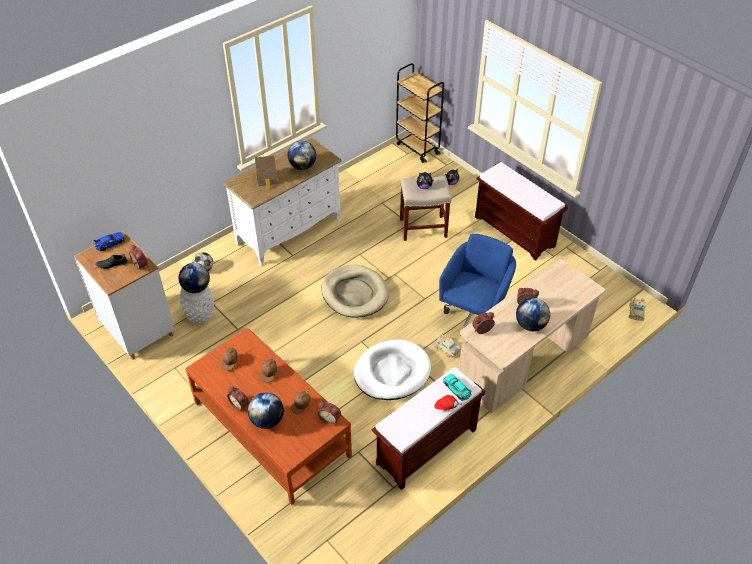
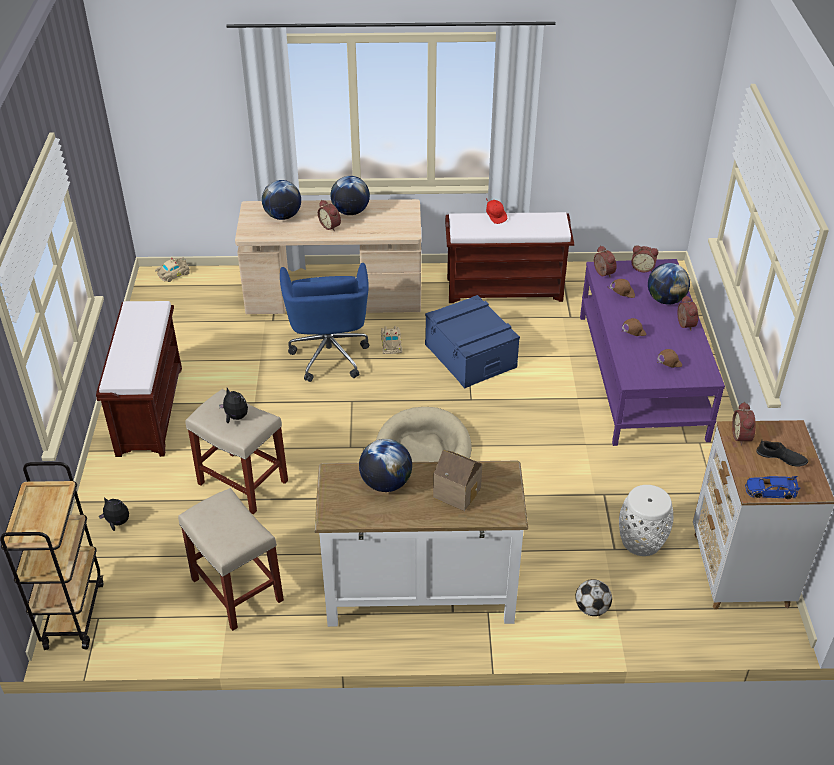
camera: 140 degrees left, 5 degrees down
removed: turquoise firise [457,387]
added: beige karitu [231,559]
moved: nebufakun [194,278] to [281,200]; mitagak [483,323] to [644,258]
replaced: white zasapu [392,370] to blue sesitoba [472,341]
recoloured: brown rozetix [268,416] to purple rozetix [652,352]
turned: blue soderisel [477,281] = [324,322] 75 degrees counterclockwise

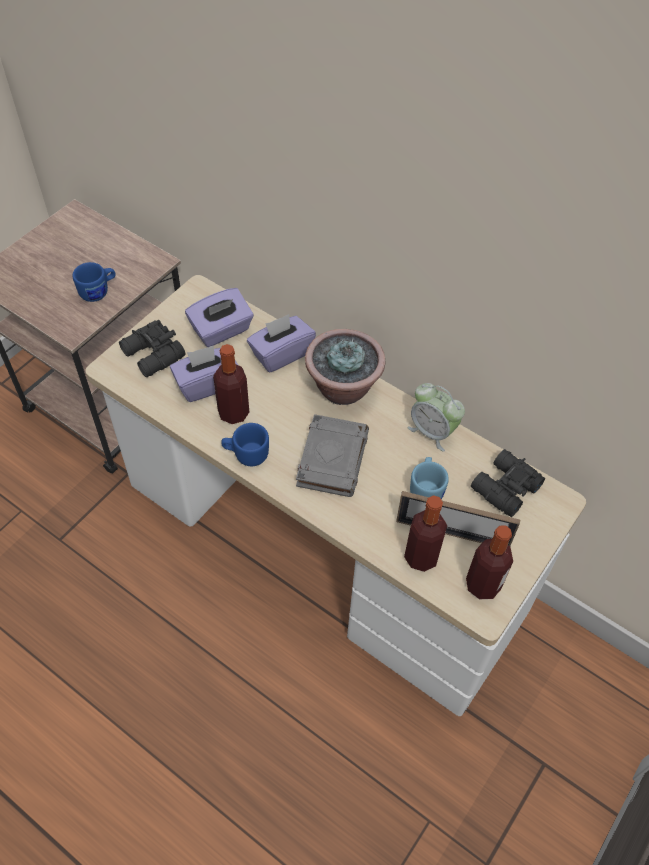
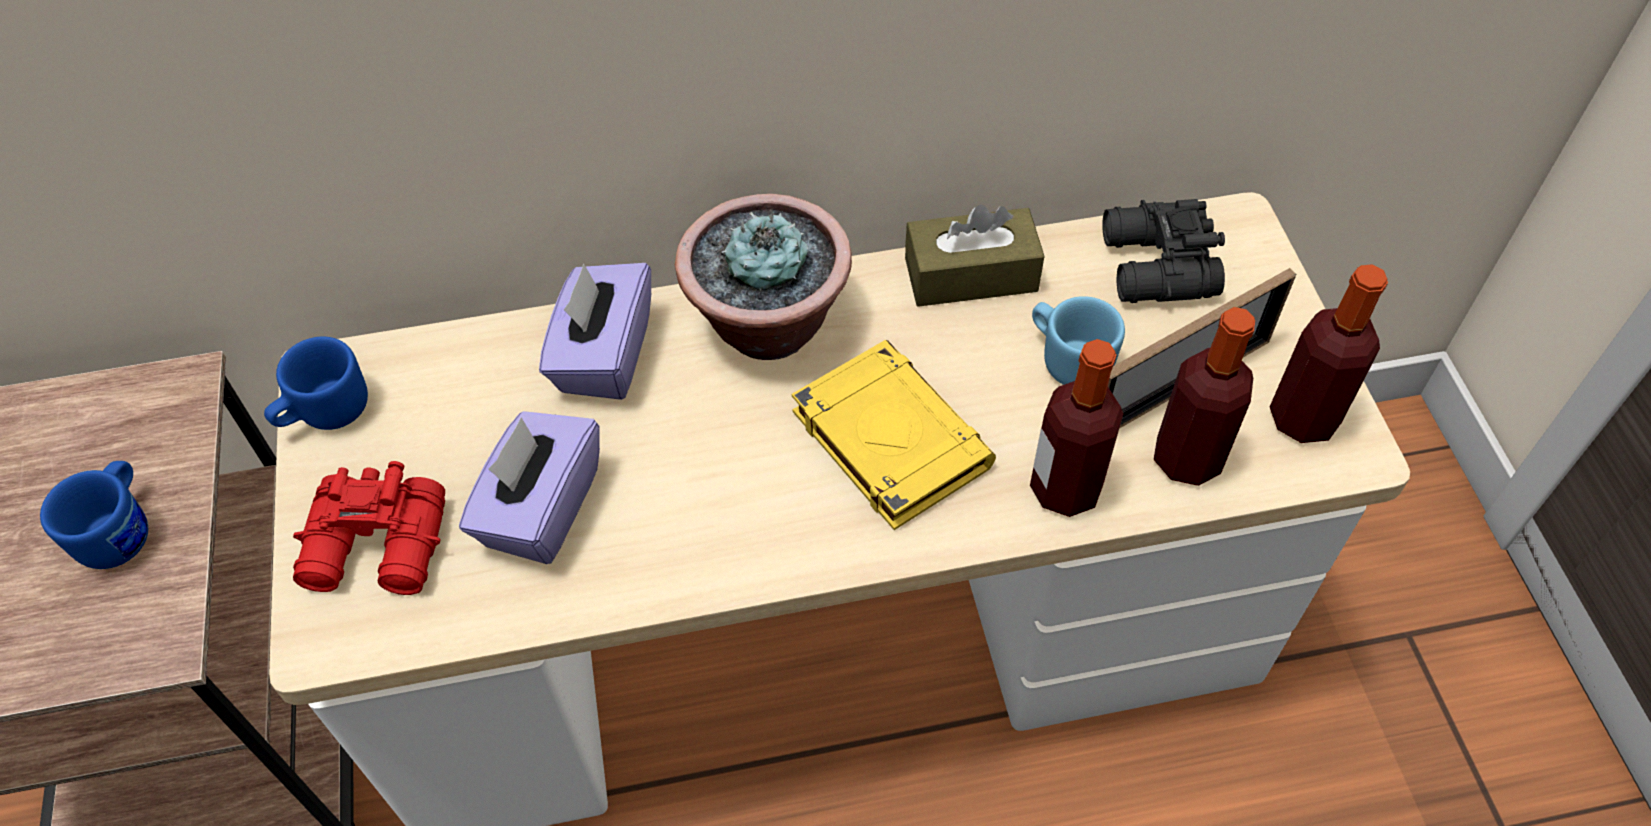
camera: 45 degrees left, 0 degrees up
removed: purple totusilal [219,317]
moved: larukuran [231,384] to [1076,428]; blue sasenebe [245,444] to [316,383]
replaced: mitagak [436,417] to brown totusilal [974,255]
recoloured: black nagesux [152,348] to red nagesux [369,528]; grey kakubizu [332,455] to yellow kakubizu [894,435]

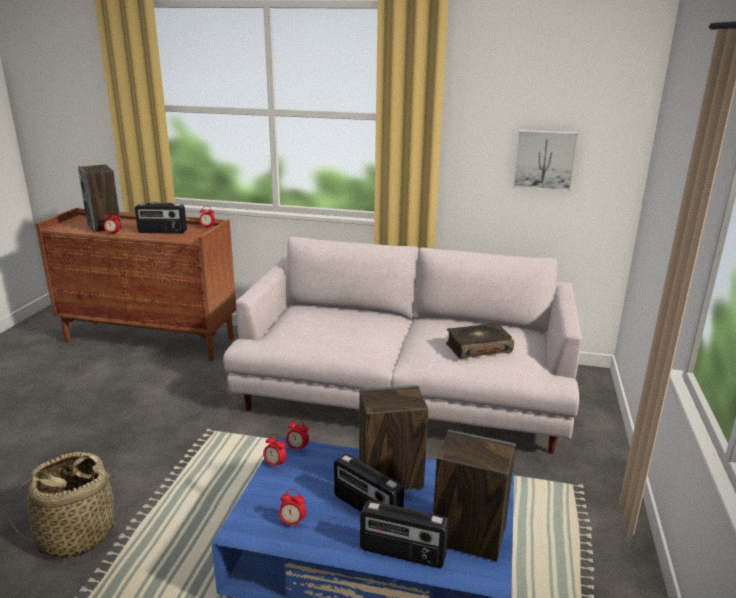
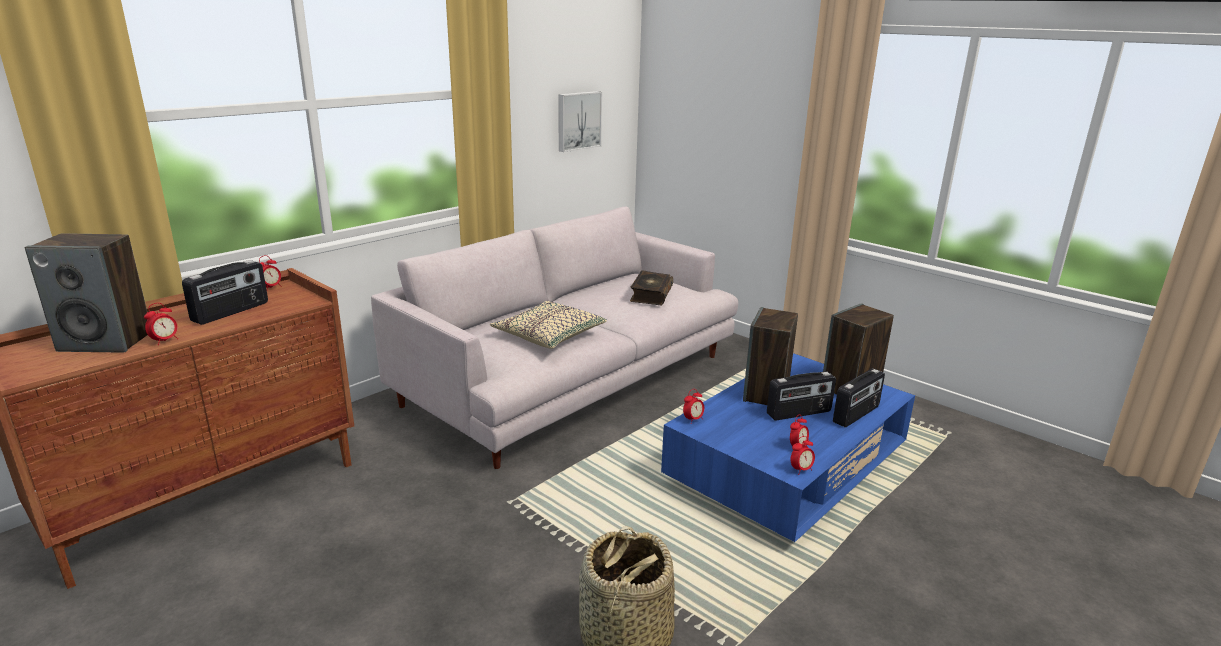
camera: 60 degrees left, 0 degrees up
added: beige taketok [548,325]
moved: mitagak [274,452] to [803,455]

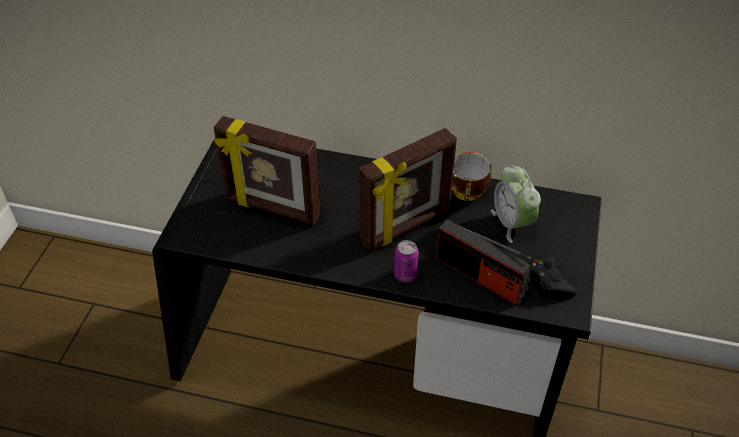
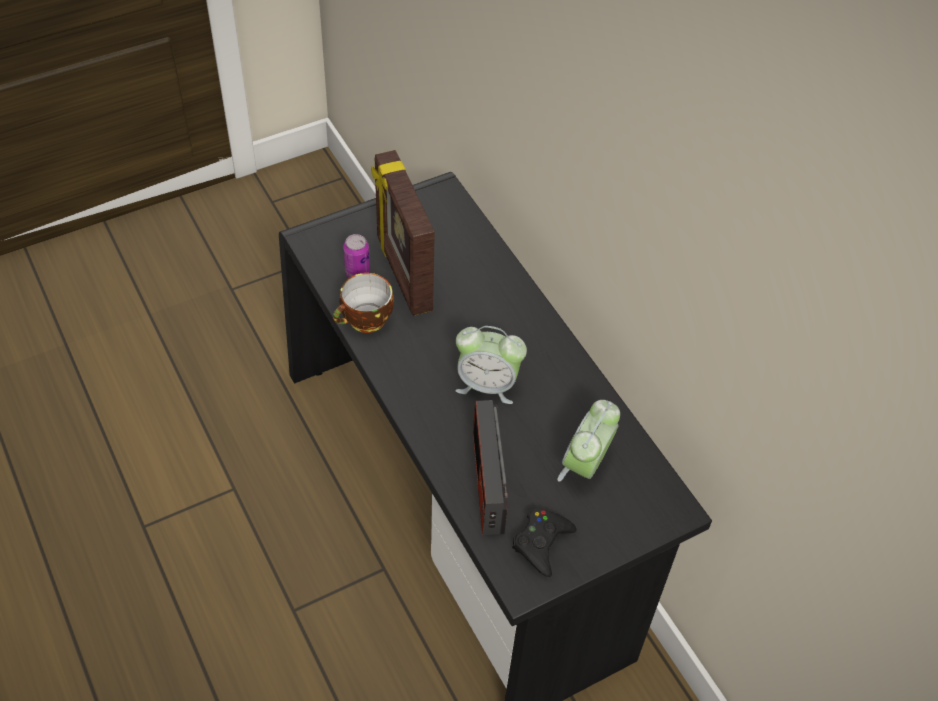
camera: 45 degrees right, 5 degrees up
moved: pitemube [471,176] to [363,303]; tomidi [406,261] to [356,256]
replaced: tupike [408,189] to mitagak [491,365]

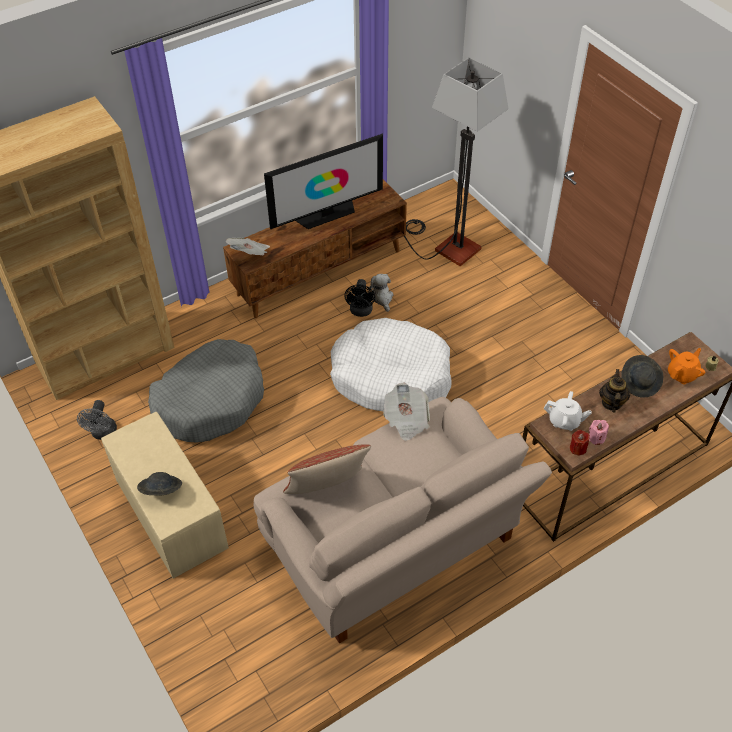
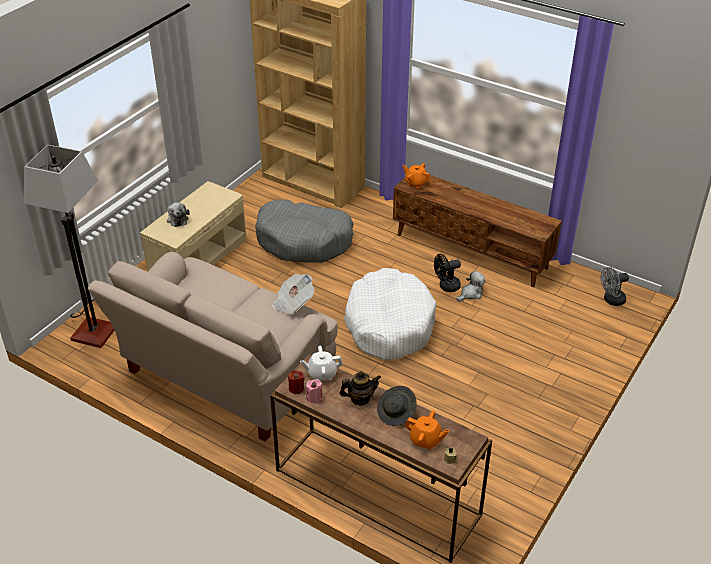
camera: 65 degrees right, 10 degrees down
removed: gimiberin [323,181]; taketok [327,469]
moved: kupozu [456,161] to [69,246]; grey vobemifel [97,420] to [615,286]
replaced: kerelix [248,247] to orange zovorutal [416,175]; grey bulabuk [159,484] to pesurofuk [178,214]
turned: white zovorutal [568,411] = [321,363] 90 degrees clockwise

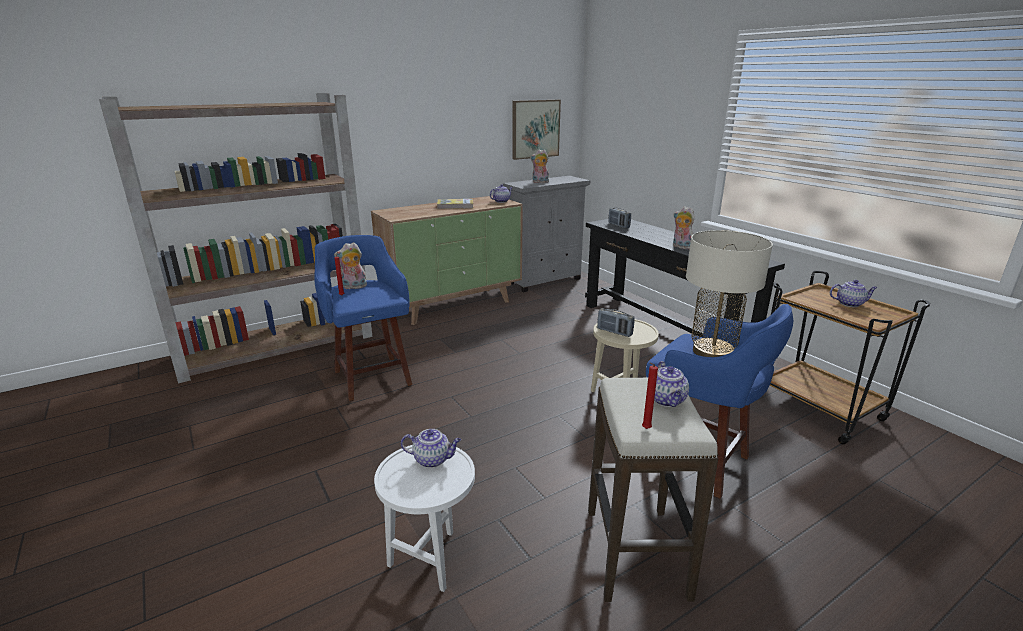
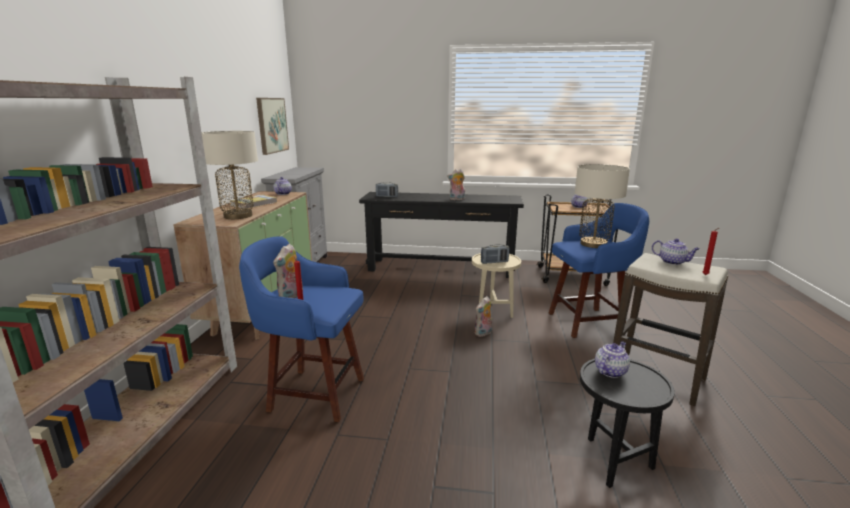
camera: 50 degrees left, 5 degrees down
added: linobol [229,175]
moved: pesurofuk [539,166] to [484,316]
recoloured: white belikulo [424,518] to black belikulo [627,423]

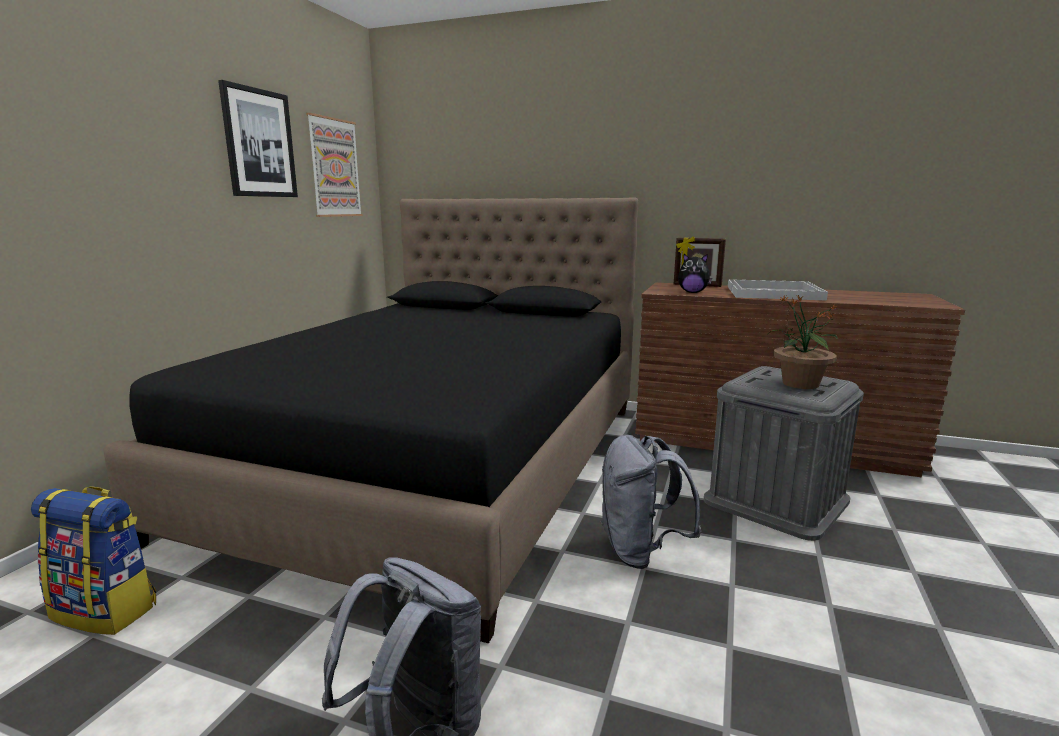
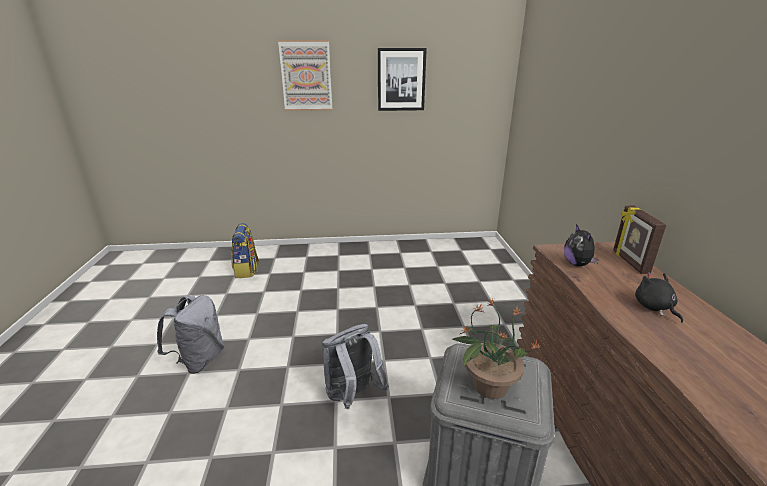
camera: 65 degrees right, 10 degrees up
removed: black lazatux [370,420]
moved: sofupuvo [334,165] to [305,75]
replaced: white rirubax [778,290] to black pesurofuk [659,297]

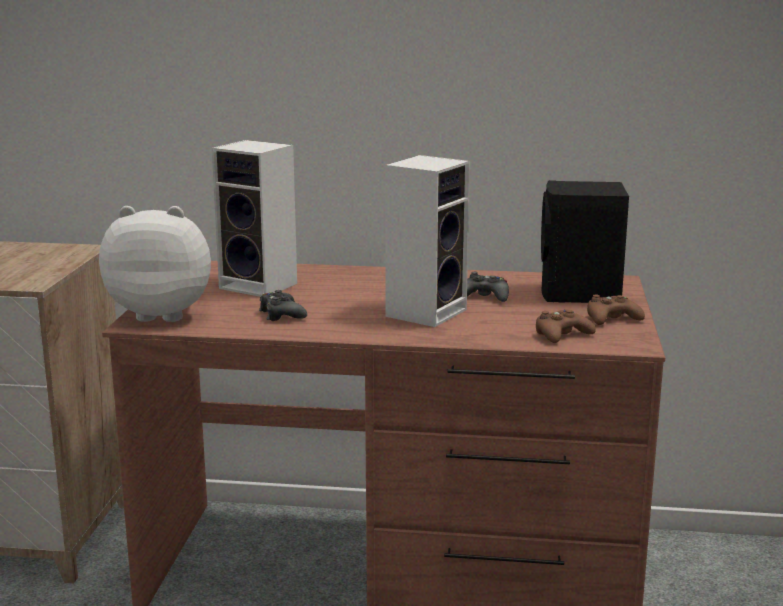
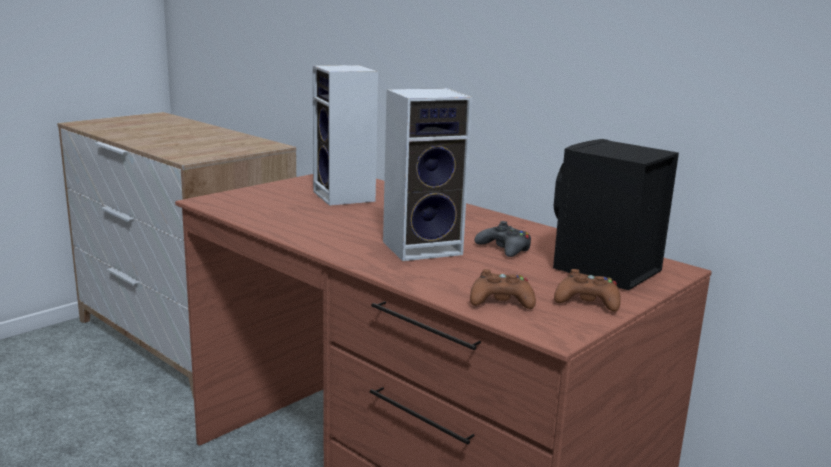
camera: 35 degrees right, 0 degrees up
removed: pesurofuk [155,264]; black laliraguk [283,305]

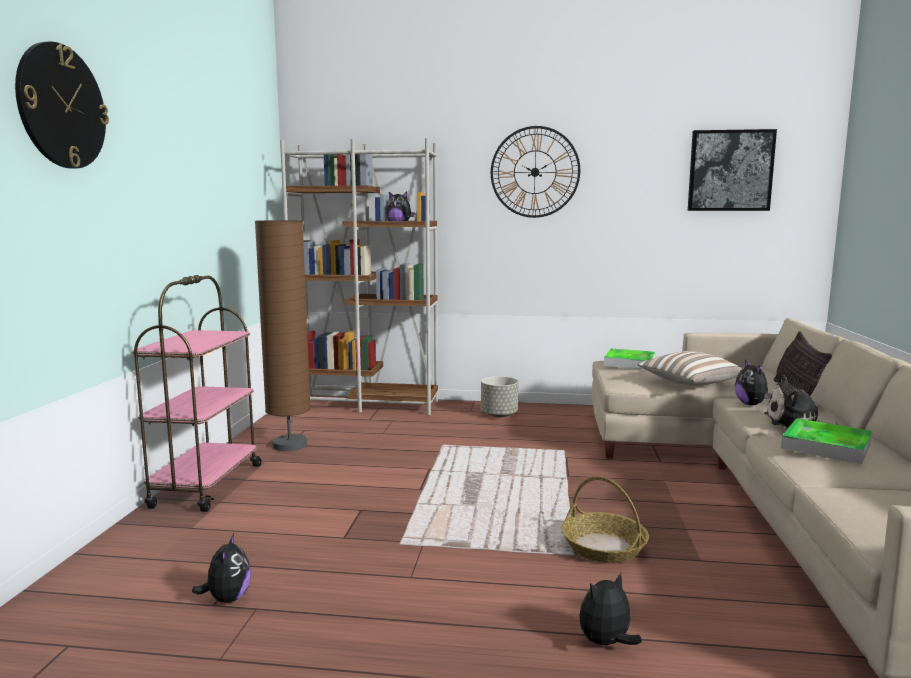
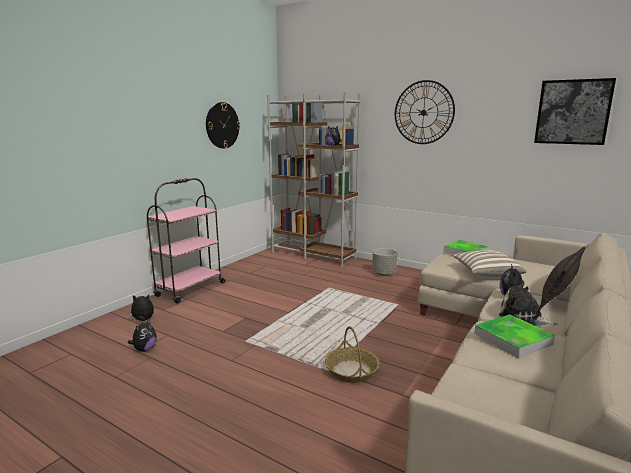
camera: 25 degrees right, 5 degrees up
removed: brown kupozu [283,335]
moved: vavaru [62,105] to [223,125]; pesurofuk [611,608] to [141,308]

